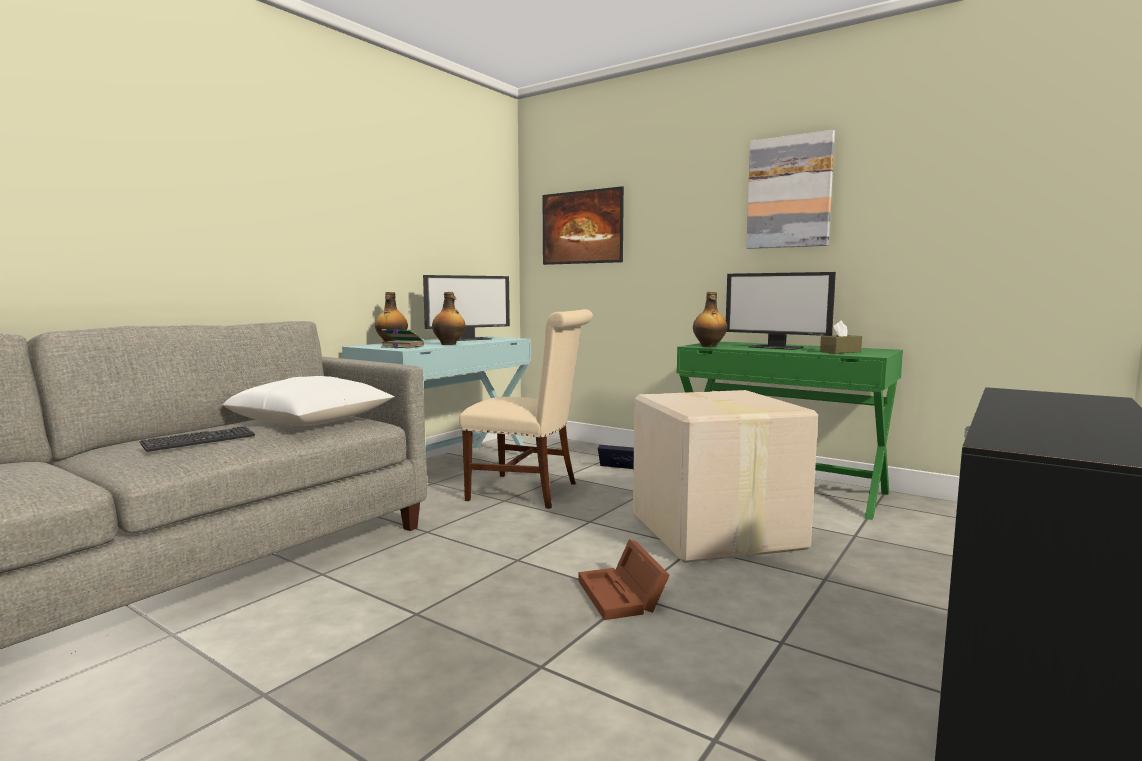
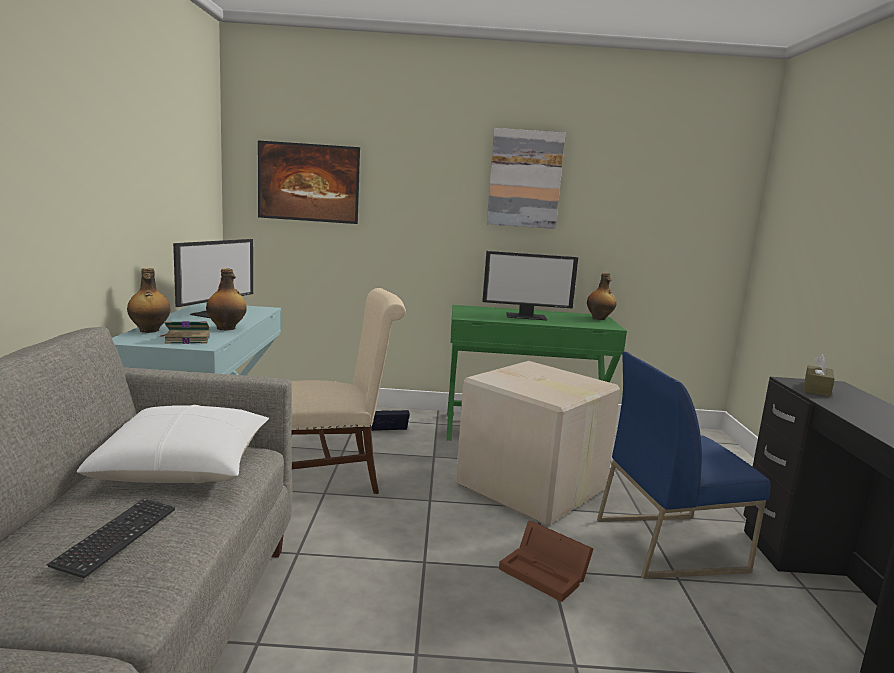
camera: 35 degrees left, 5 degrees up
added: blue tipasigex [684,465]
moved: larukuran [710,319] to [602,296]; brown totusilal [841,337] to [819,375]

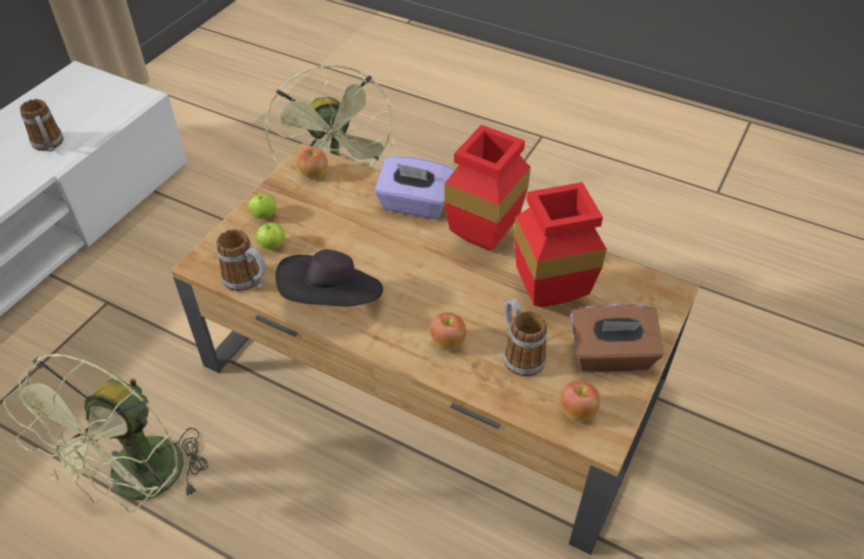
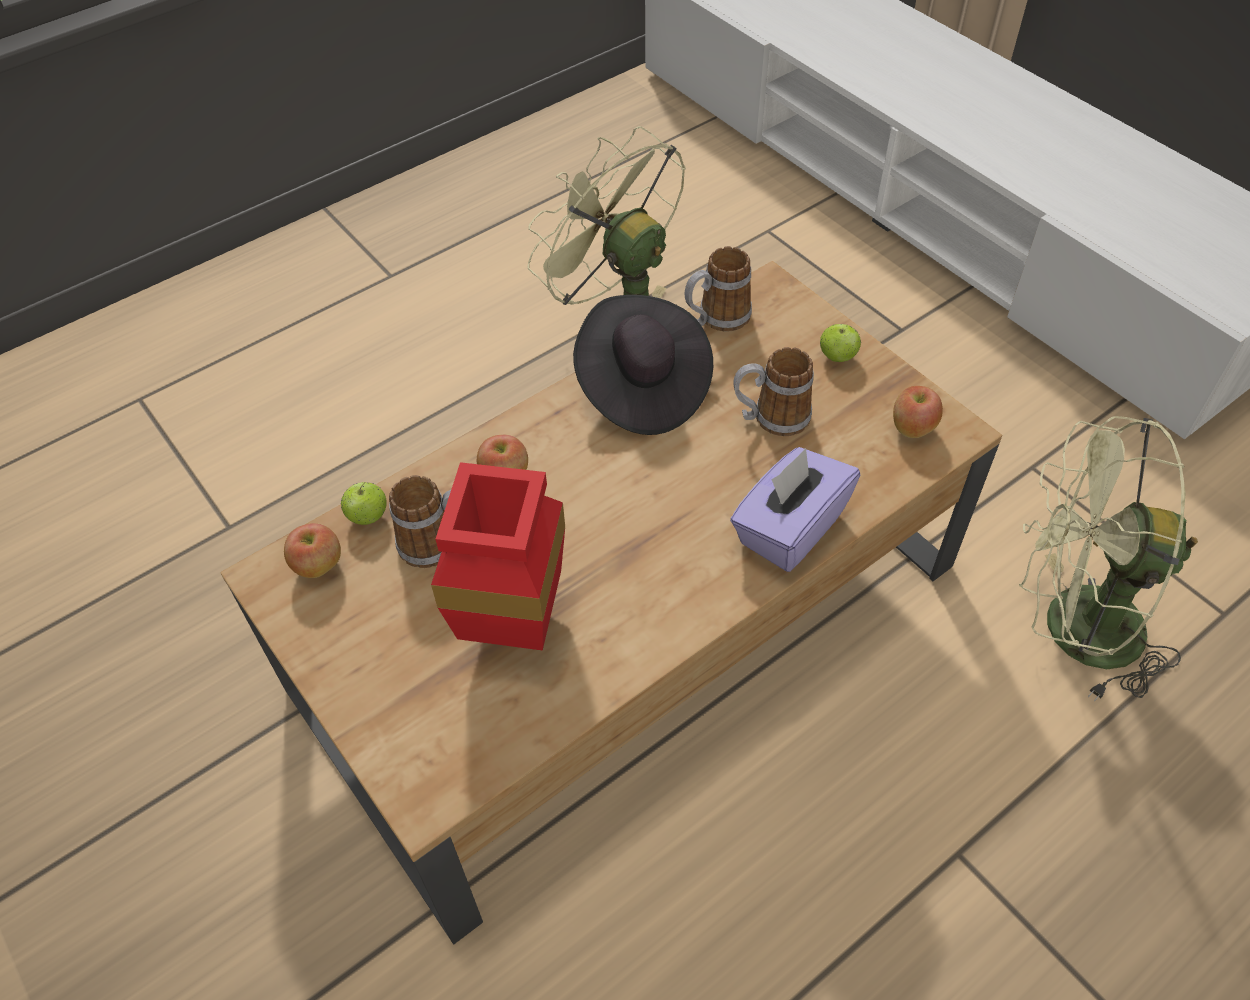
camera: 115 degrees right, 5 degrees up
removed: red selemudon [487,187]; brown totusilal [617,338]
moved: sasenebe [42,125] to [773,391]; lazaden [270,235] to [364,503]

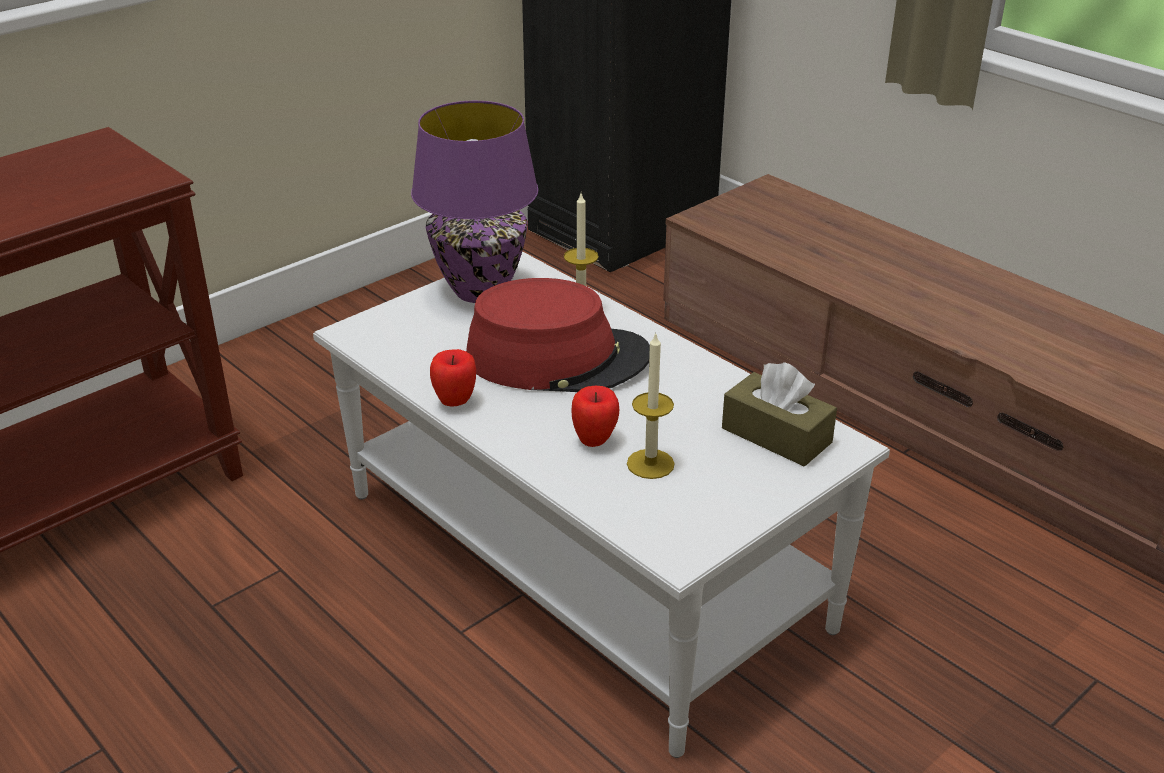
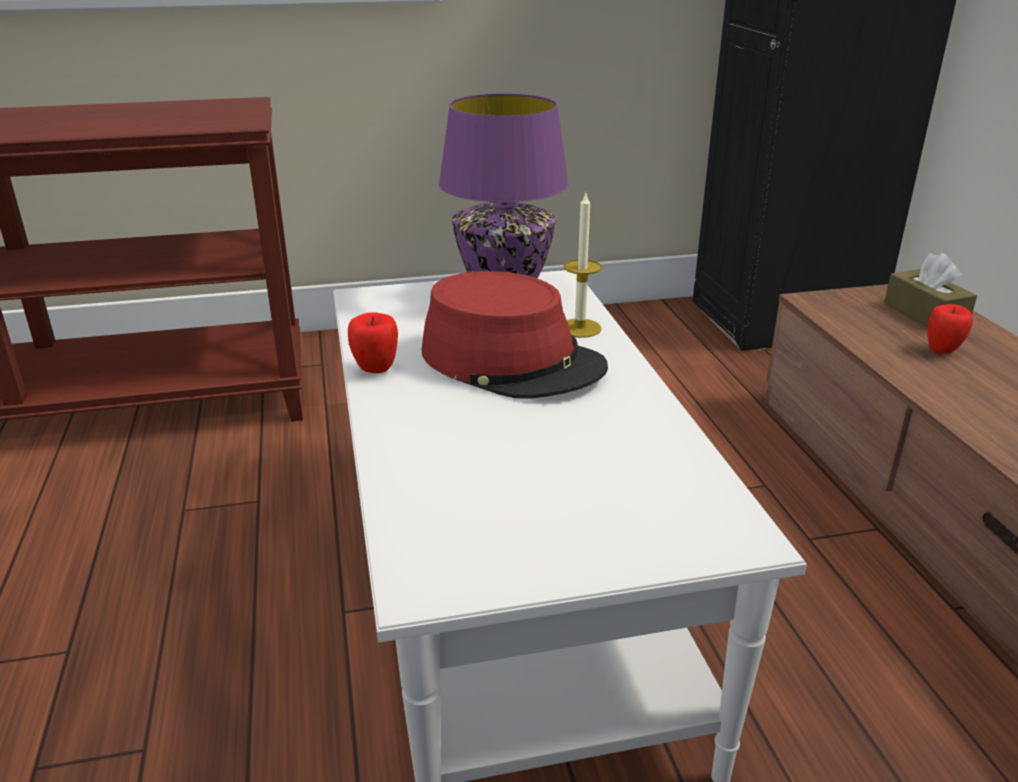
camera: 30 degrees right, 5 degrees down
removed: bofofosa [651,406]
moved: brown totusilal [779,414] to [930,290]; lazaden [595,416] to [950,329]

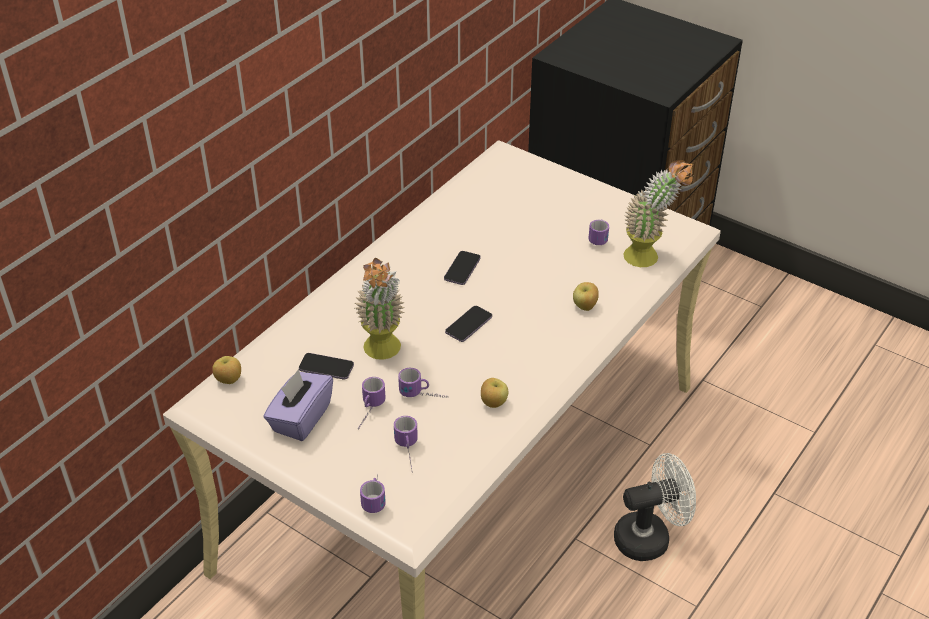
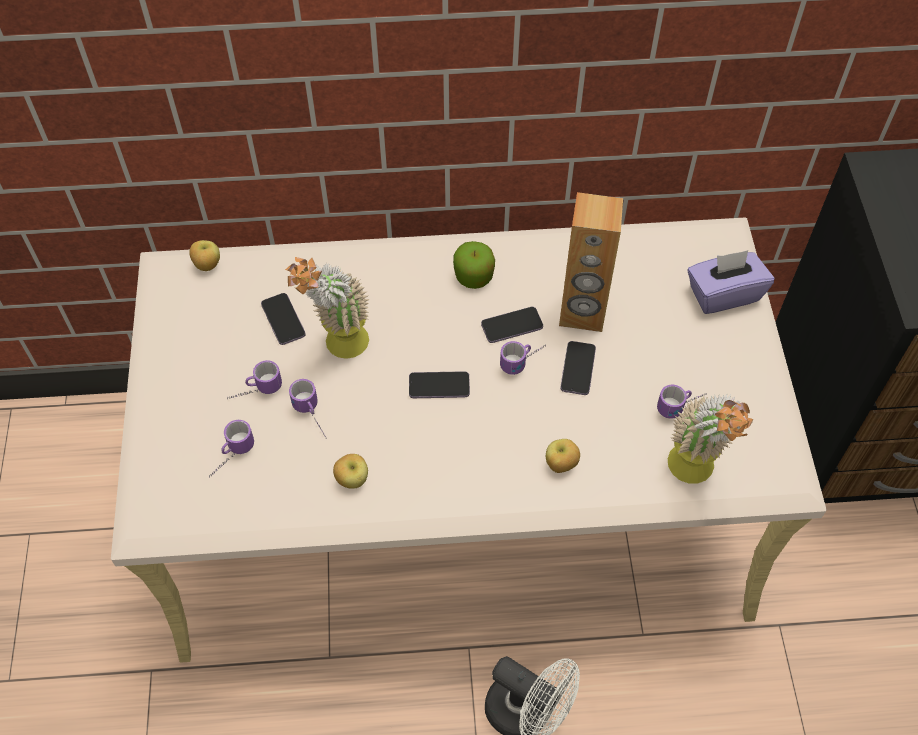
camera: 50 degrees right, 15 degrees up
added: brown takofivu [591,262]; lazaden [474,265]; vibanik [578,368]
moved: purple totusilal [298,405] to [731,282]; sasenebe [373,493] to [523,358]

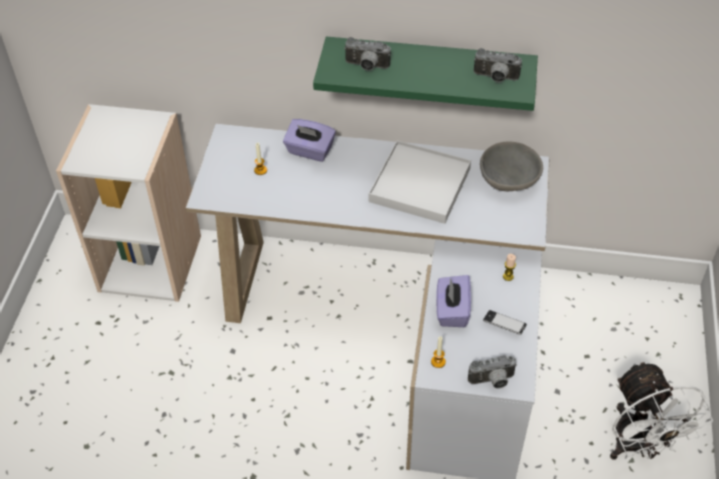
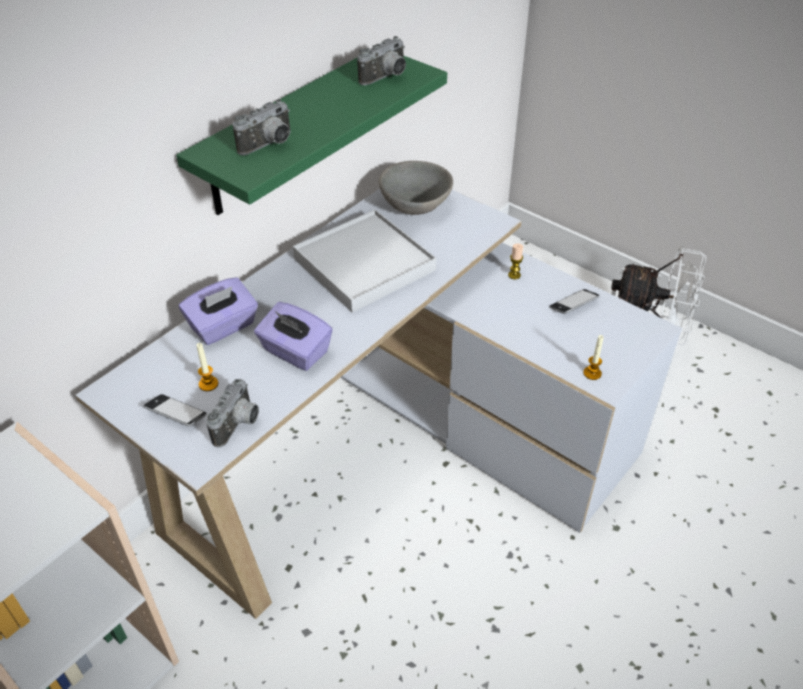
camera: 60 degrees left, 5 degrees down
added: vibanik [175,410]
moved: purple totusilal [453,301] to [293,336]; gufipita [492,372] to [232,413]

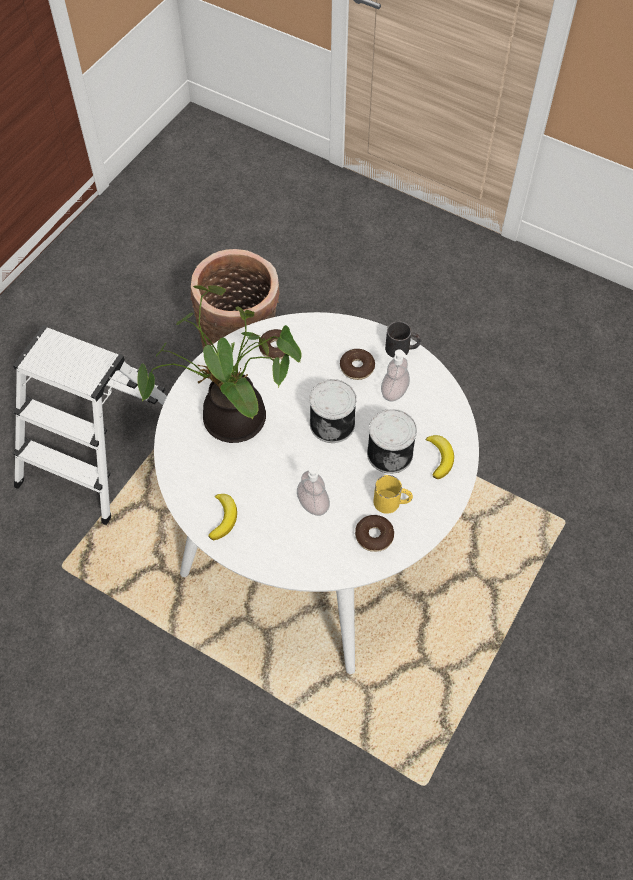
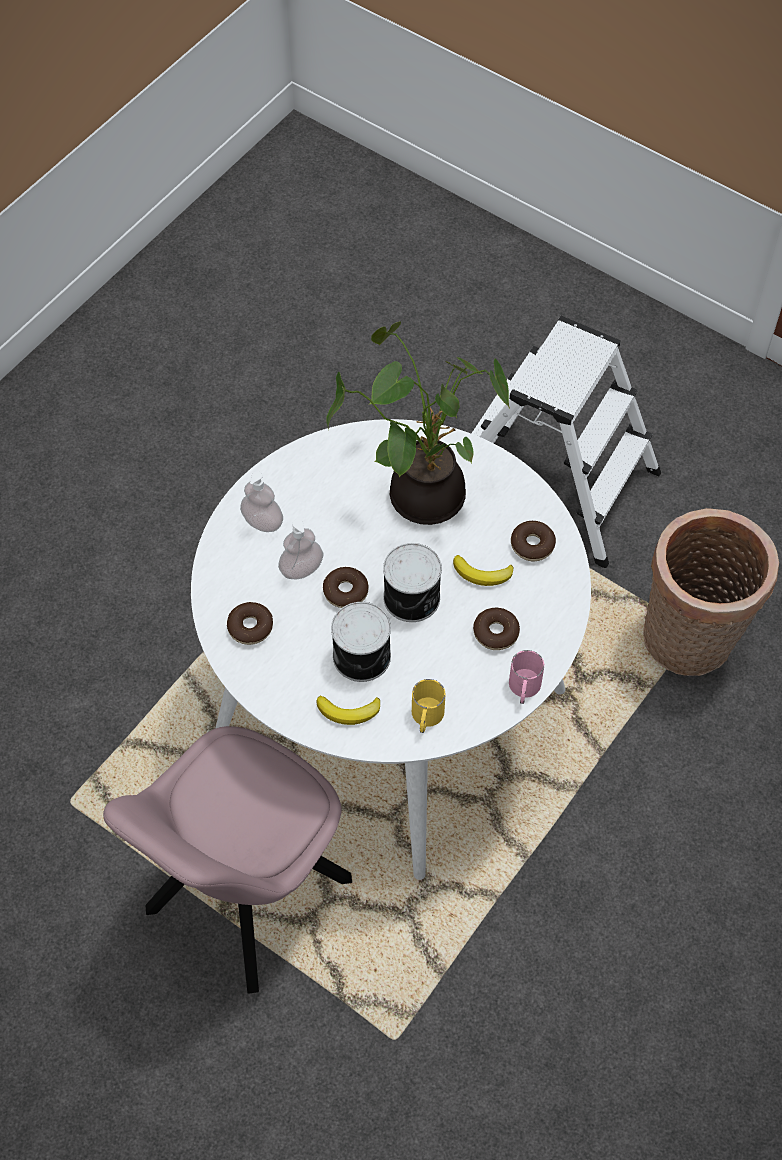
camera: 95 degrees right, 0 degrees up
added: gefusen [346,587]; pink tipasigex [227,860]
moved: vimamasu [395,375] to [261,501]; yellow sasenebe [393,494] to [429,706]; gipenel [222,517] to [483,570]
recoloured: black sasenebe [403,339] to pink sasenebe [526,677]

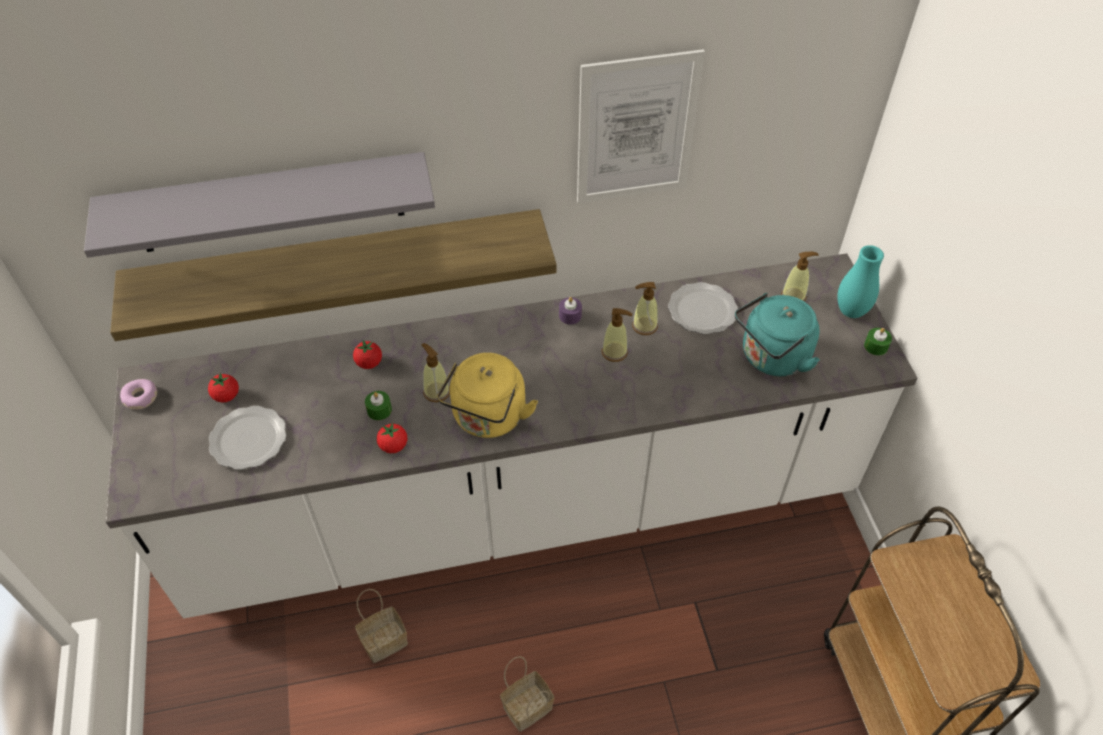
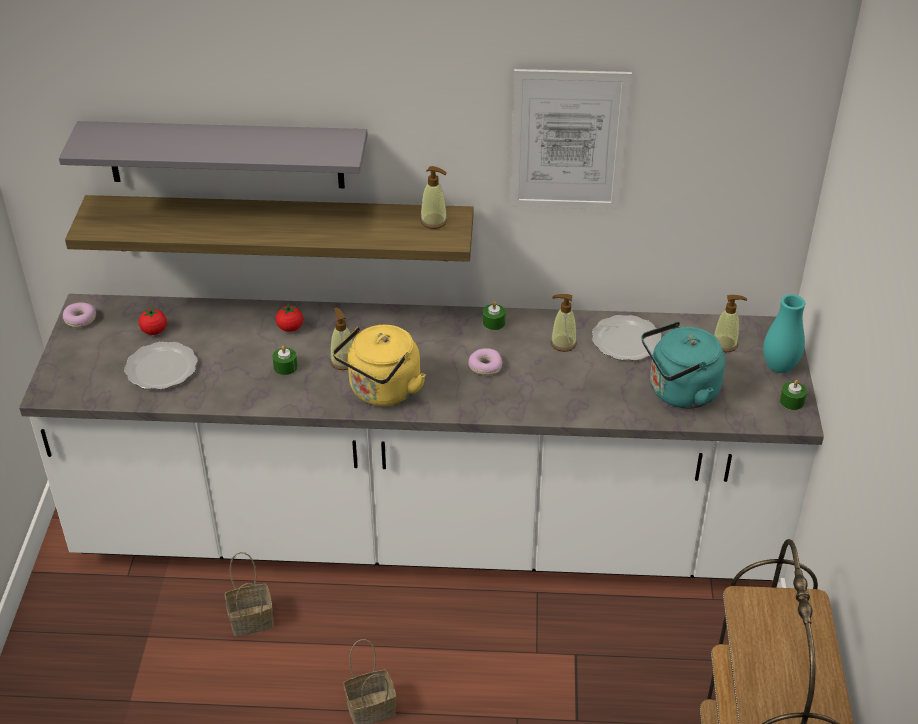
camera: 15 degrees right, 10 degrees down
removed: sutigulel [392,438]
added: gefusen [486,361]
moved: vimamasu [617,335] to [433,197]
recoloured: purple bofofosa [570,310] to green bofofosa [494,315]

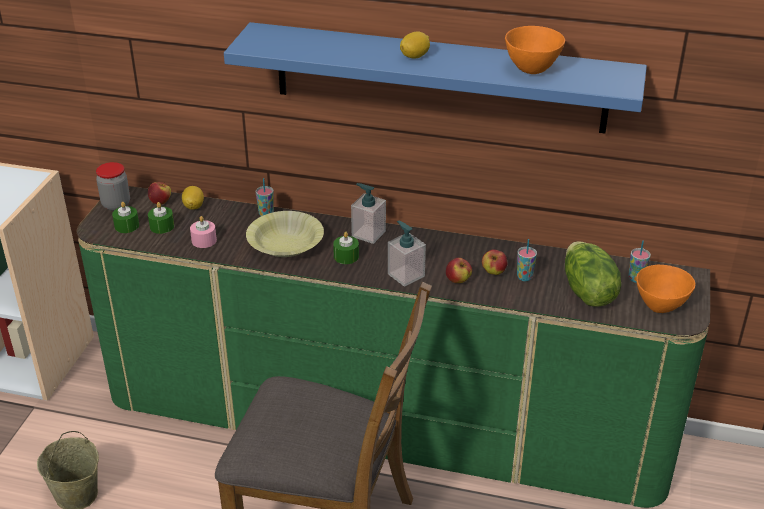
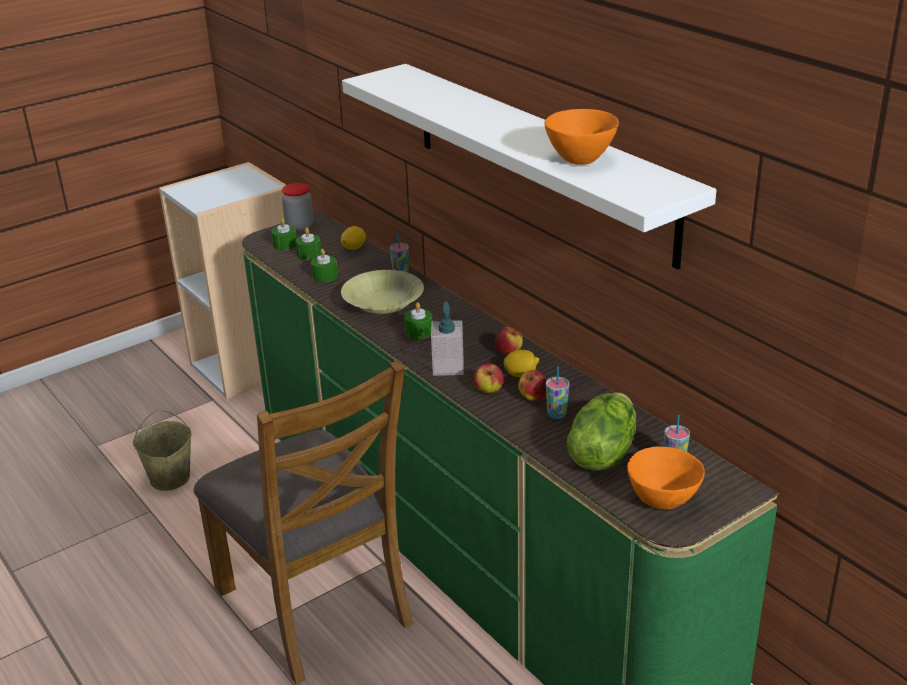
camera: 40 degrees right, 5 degrees down
removed: vimamasu [368,213]
moved: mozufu [415,45] to [521,363]; lazaden [159,193] to [509,341]
recoloured: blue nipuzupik [435,77] to white nipuzupik [529,166]; pink bofofosa [203,232] to green bofofosa [324,265]

